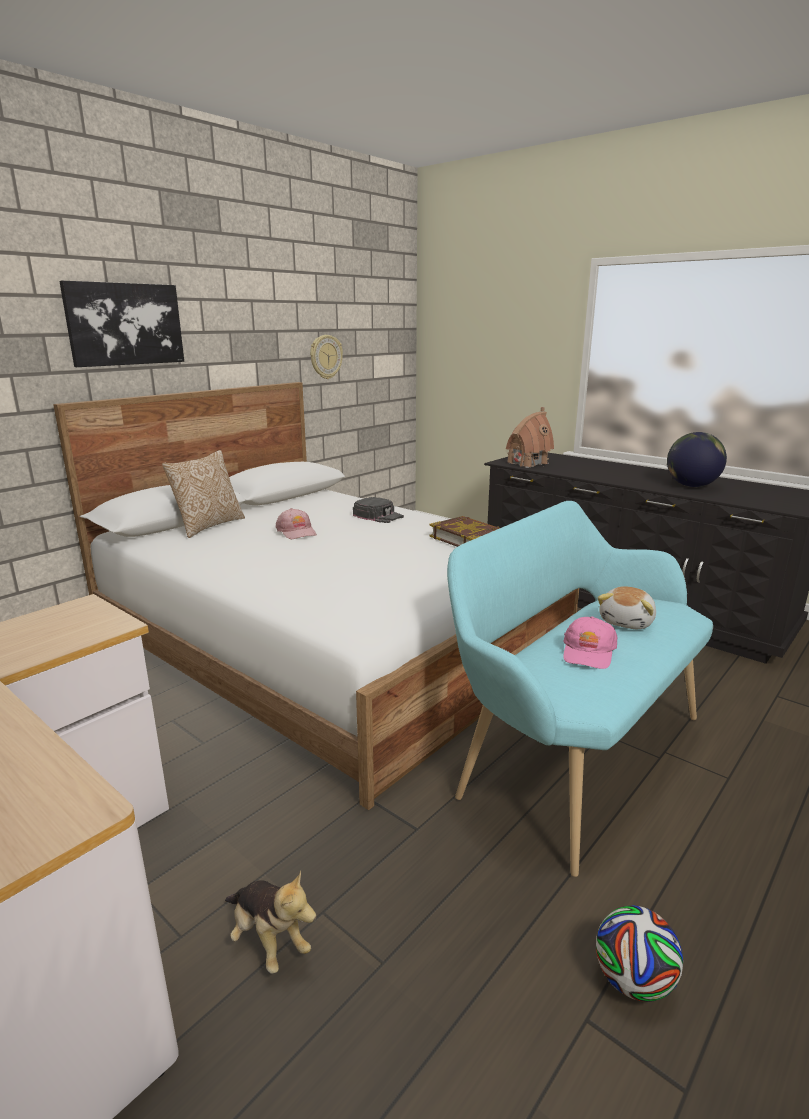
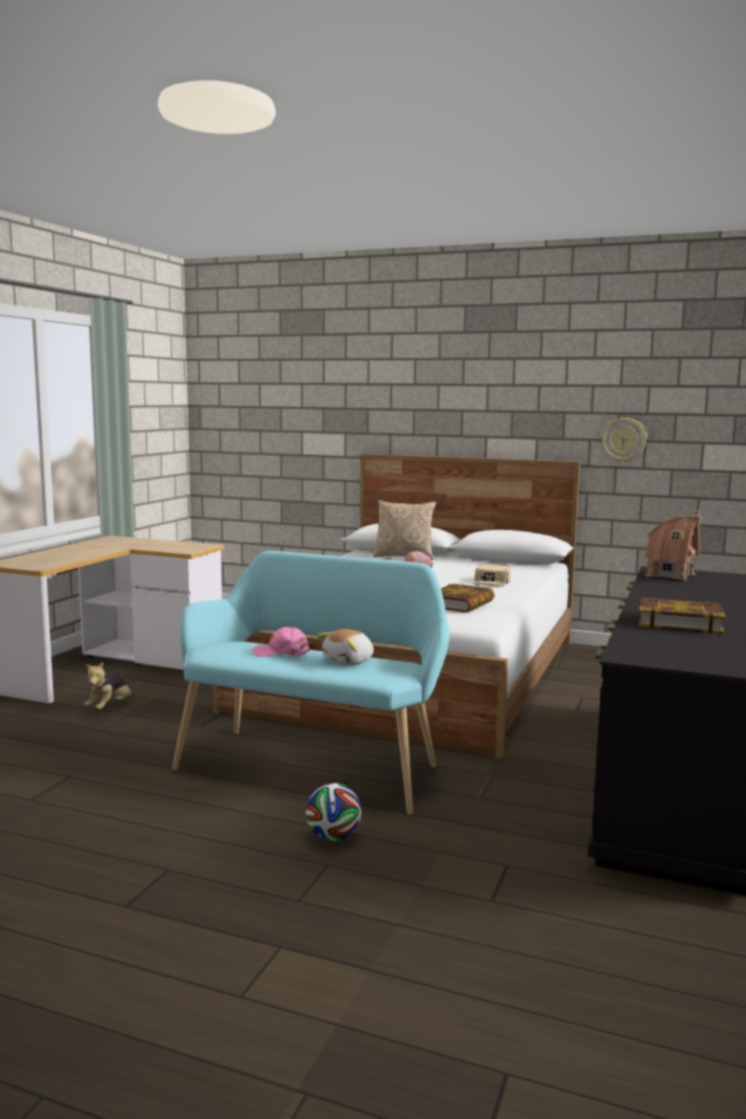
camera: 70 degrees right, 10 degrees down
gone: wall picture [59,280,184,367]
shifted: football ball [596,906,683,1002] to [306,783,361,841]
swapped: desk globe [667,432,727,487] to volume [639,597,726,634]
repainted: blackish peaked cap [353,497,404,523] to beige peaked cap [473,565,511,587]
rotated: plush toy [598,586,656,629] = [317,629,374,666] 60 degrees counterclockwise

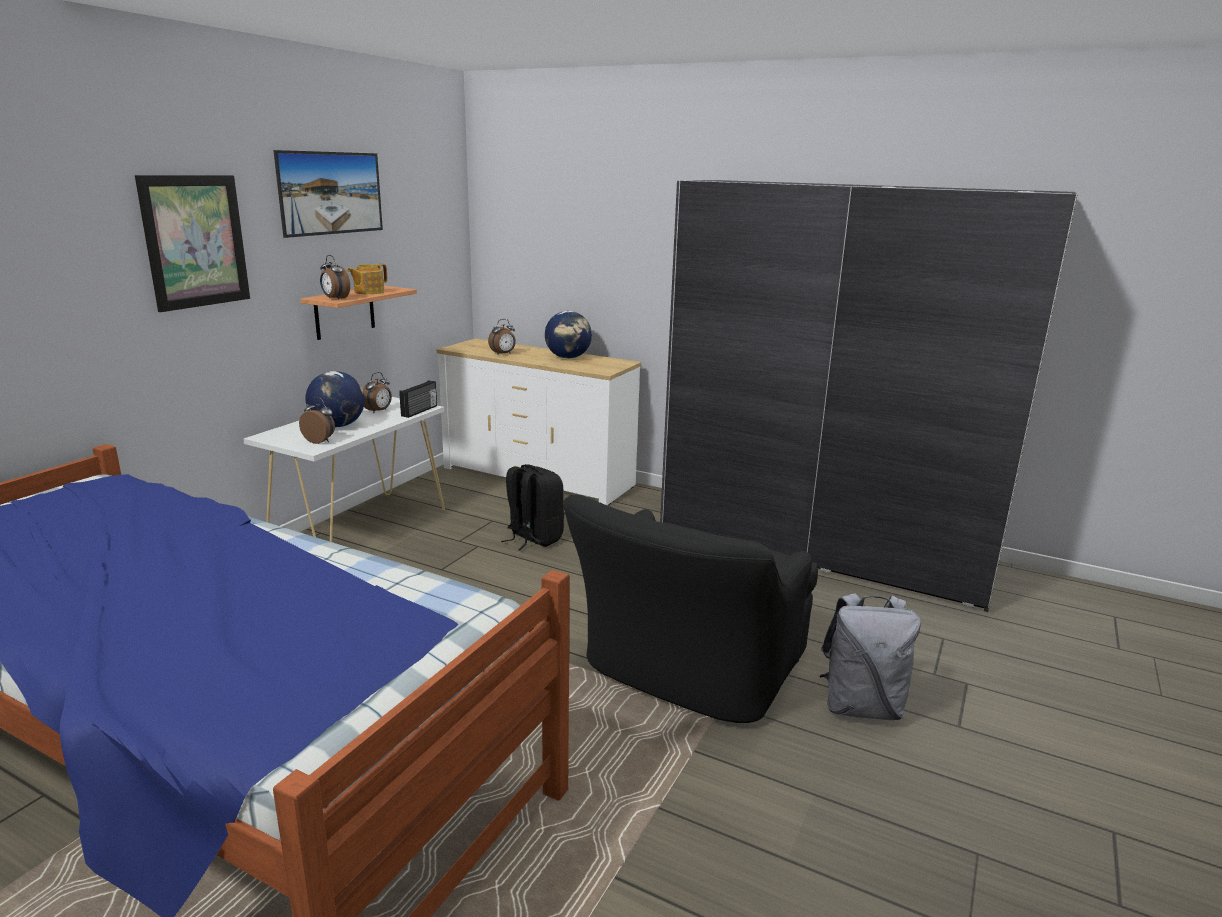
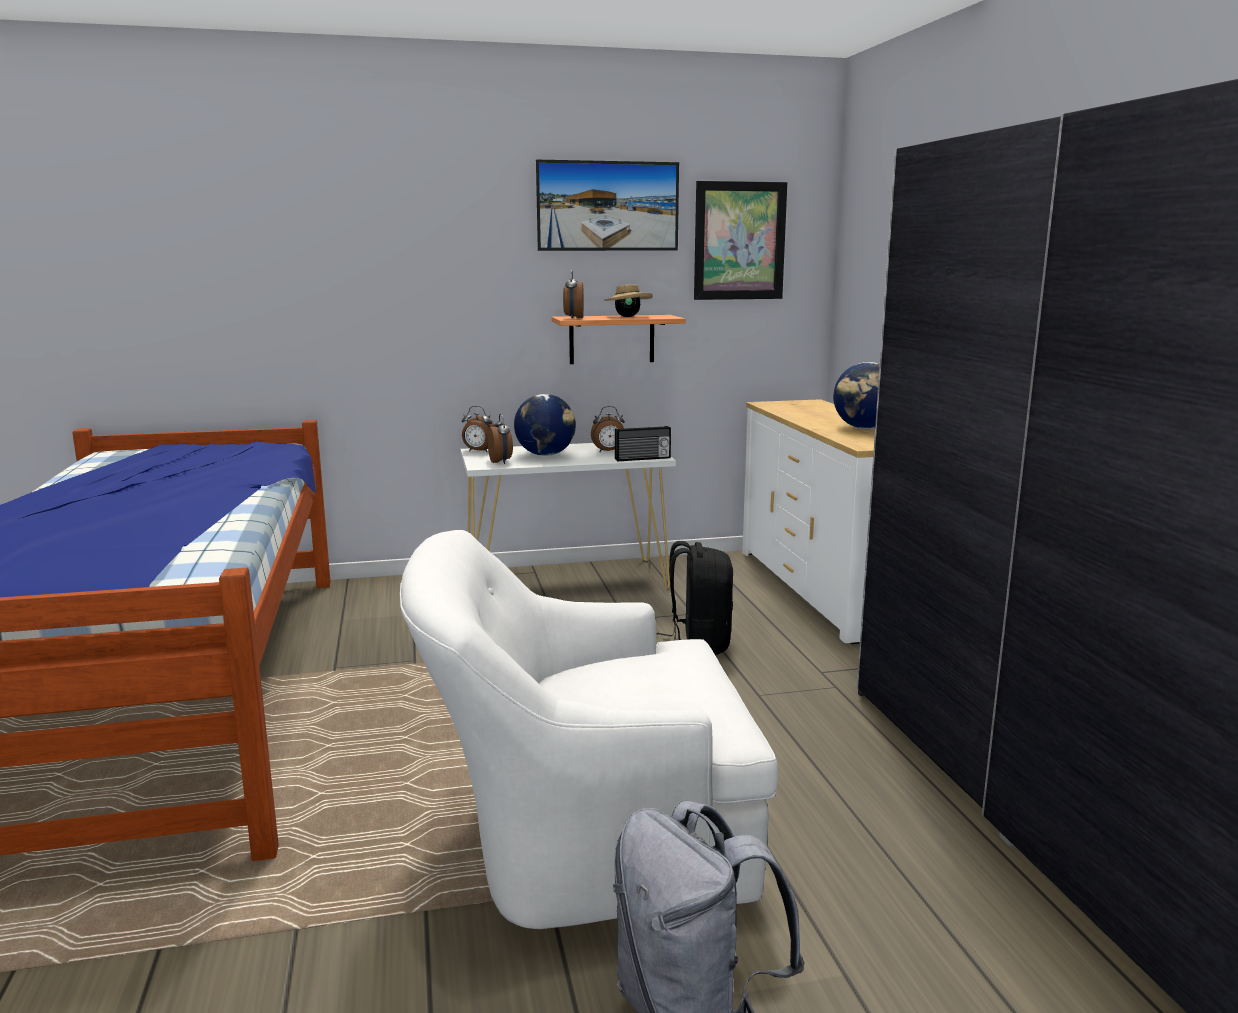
camera: 50 degrees right, 5 degrees down
shifted: wall picture [135,175,250,312] to [694,181,787,300]; bedside clock [488,319,516,355] to [462,406,494,452]
swapped: teapot [347,264,387,294] to beige clothing hat [604,284,653,317]
repainted: blackish armchair [563,495,818,723] to whitish armchair [400,530,778,929]

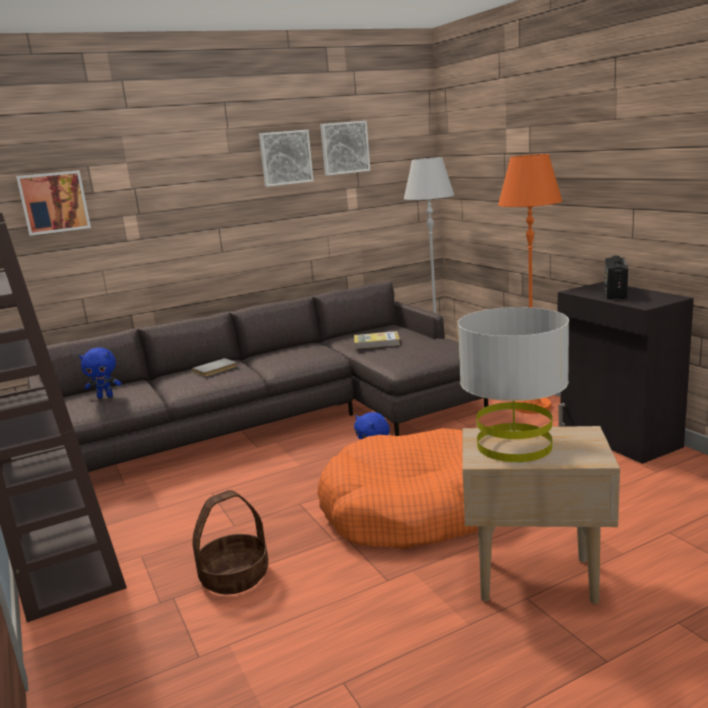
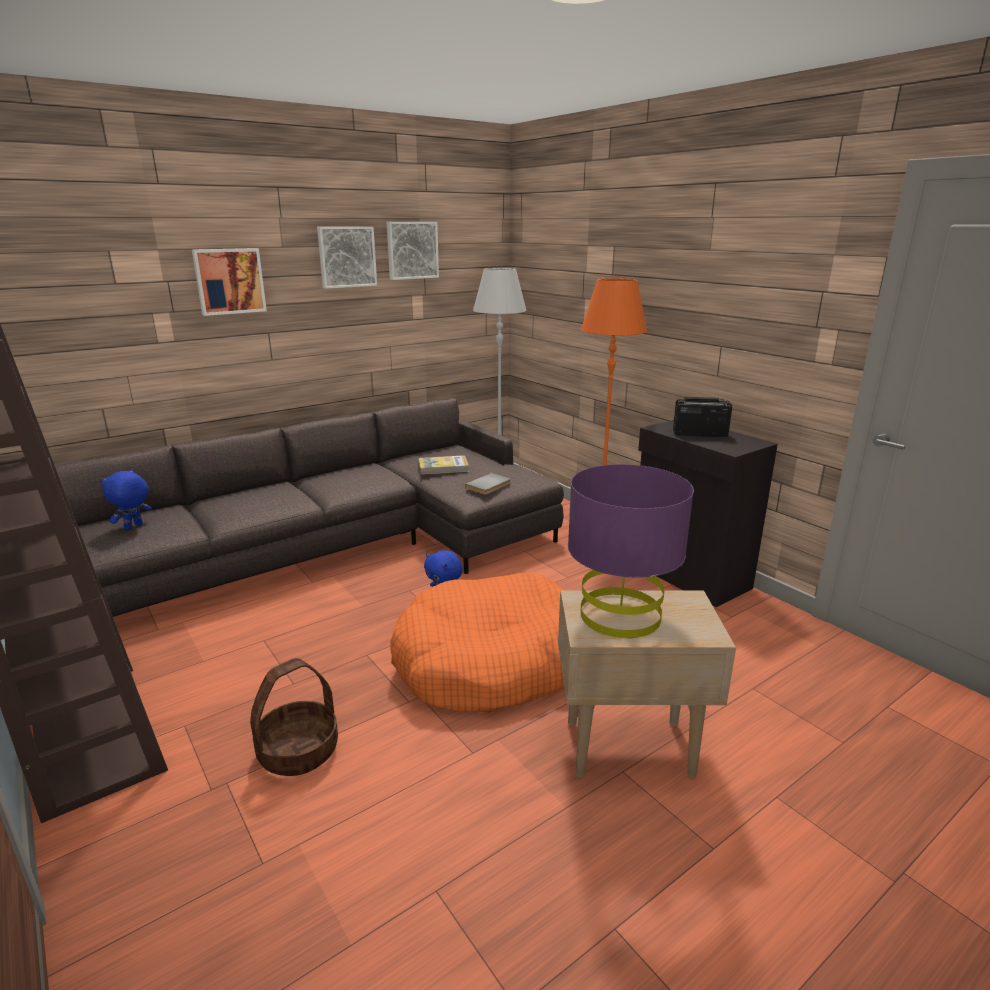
camera: 10 degrees left, 5 degrees up
shifted: wall picture [16,170,91,236] to [192,248,267,316]; grey volume [192,358,237,377] to [465,473,511,495]
repainted: grey table lamp [458,307,569,462] to purple table lamp [568,464,694,638]
rotated: radio set [605,255,628,299] = [673,397,732,437] 90 degrees clockwise; blue-coloured plush toy [79,348,121,398] = [100,469,152,530] 135 degrees clockwise

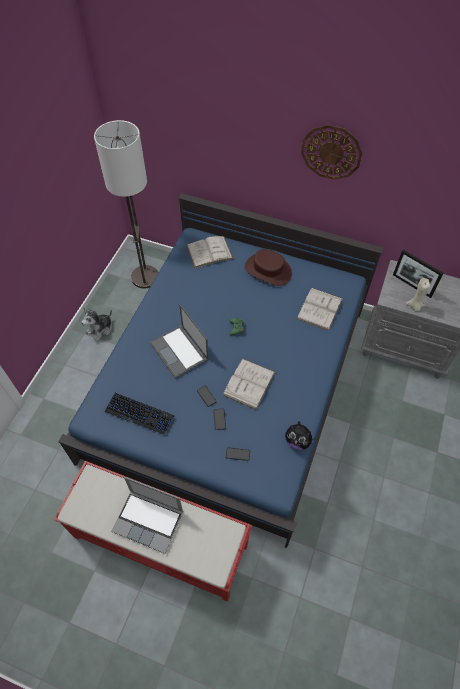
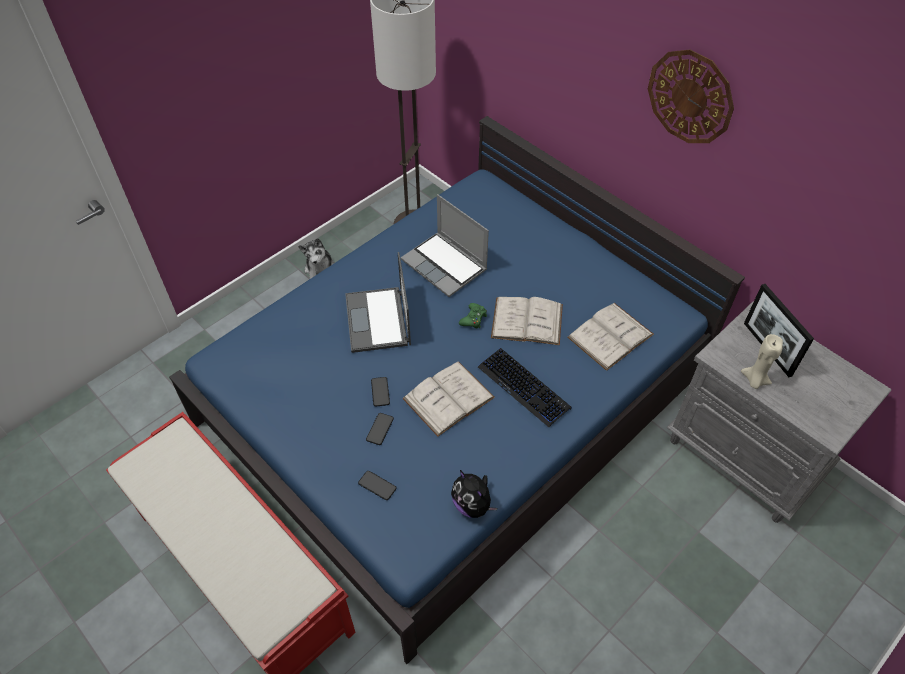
camera: 25 degrees right, 5 degrees down
gone: brown-coloured clothing hat [245,249,292,286]
shifted: whitish volume [186,236,233,268] to [491,297,563,345]; PC keyboard [104,393,174,435] to [478,348,572,427]; notebook computer [111,477,183,554] to [401,194,489,297]
rotated: plush toy [81,307,112,341] = [298,238,335,279] 75 degrees counterclockwise

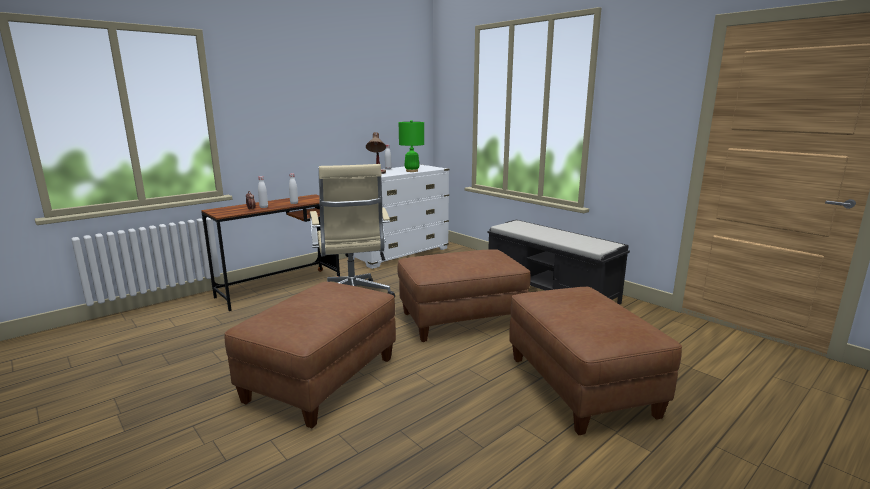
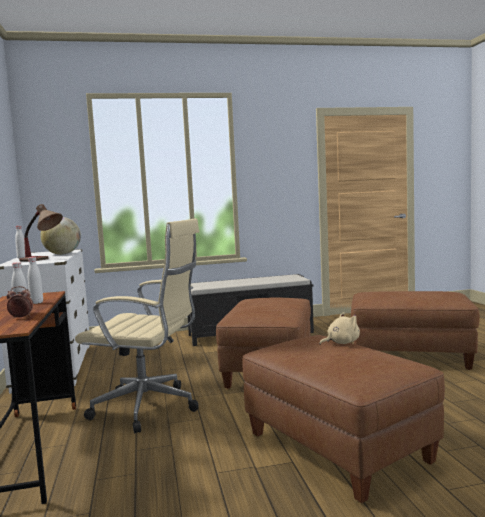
camera: 60 degrees left, 10 degrees down
new: beige plush toy [319,312,360,345]
swapped: green table lamp [399,120,424,172] to desk globe [40,217,81,255]

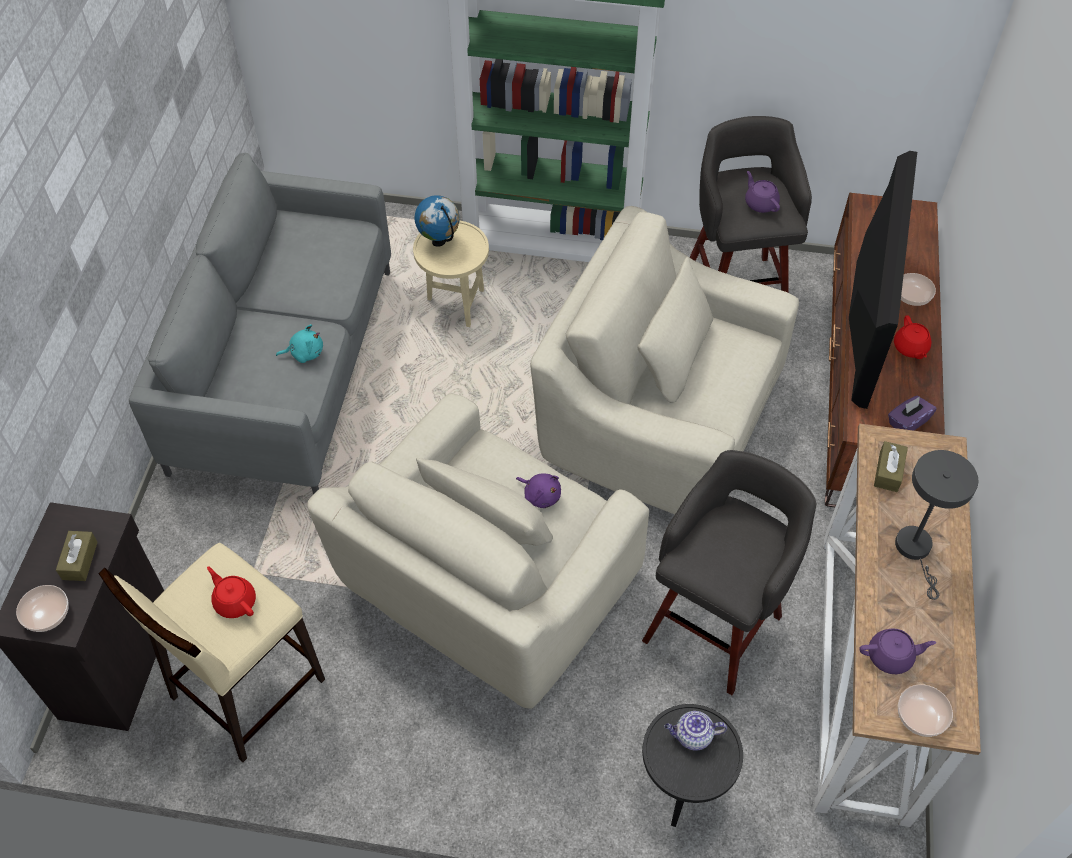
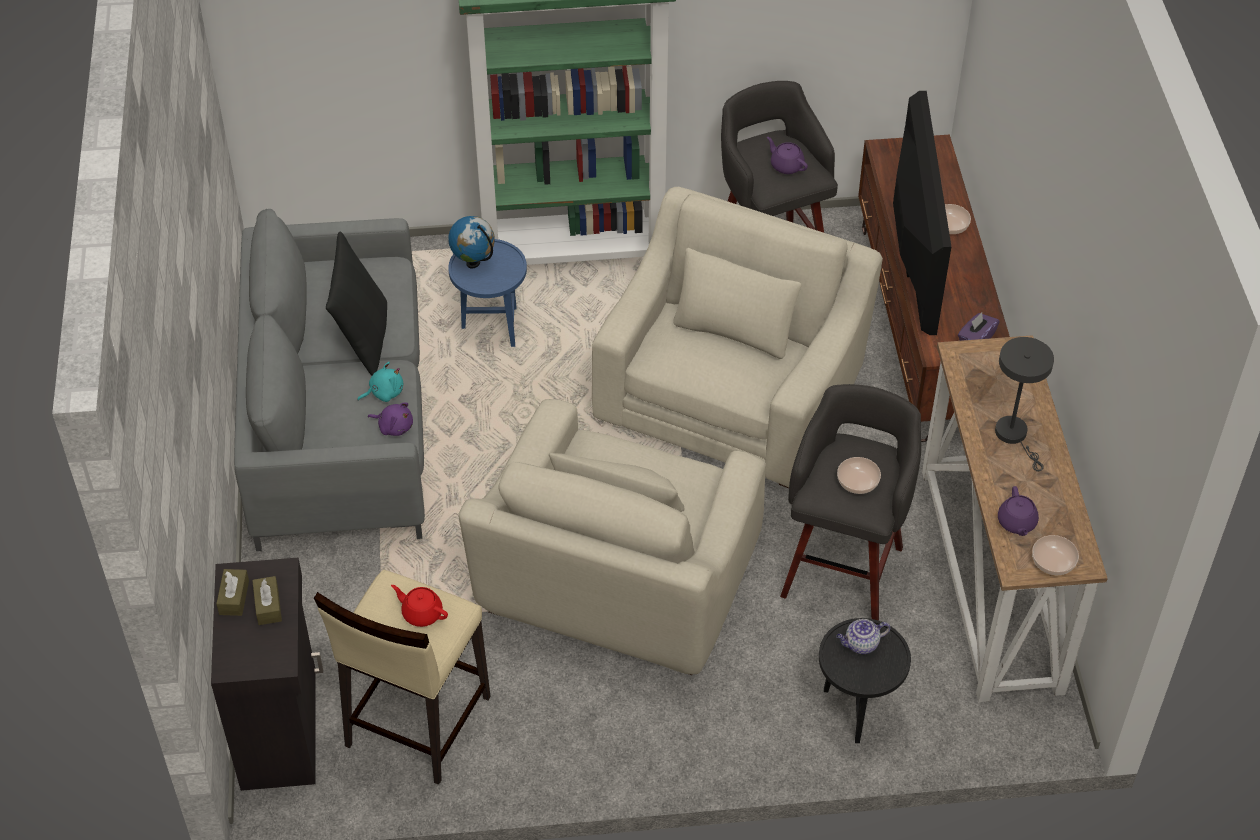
camera: 15 degrees left, 5 degrees down
gone: reddish teapot [894,315,931,359]
new: blackish throw pillow [326,231,387,375]
shifted: brown-coloured tissue box [874,441,908,492] to [216,569,249,616]; purple plush toy [516,473,561,508] to [368,402,413,436]; bowl [16,585,69,632] to [837,457,881,494]
repainted: beige accent table [413,221,489,327] to blue-coloured accent table [448,239,527,347]
rotated: beige armchair [530,206,799,515] = [592,187,883,488] 105 degrees clockwise; purple teapot [859,628,937,674] = [998,486,1039,536] 105 degrees clockwise

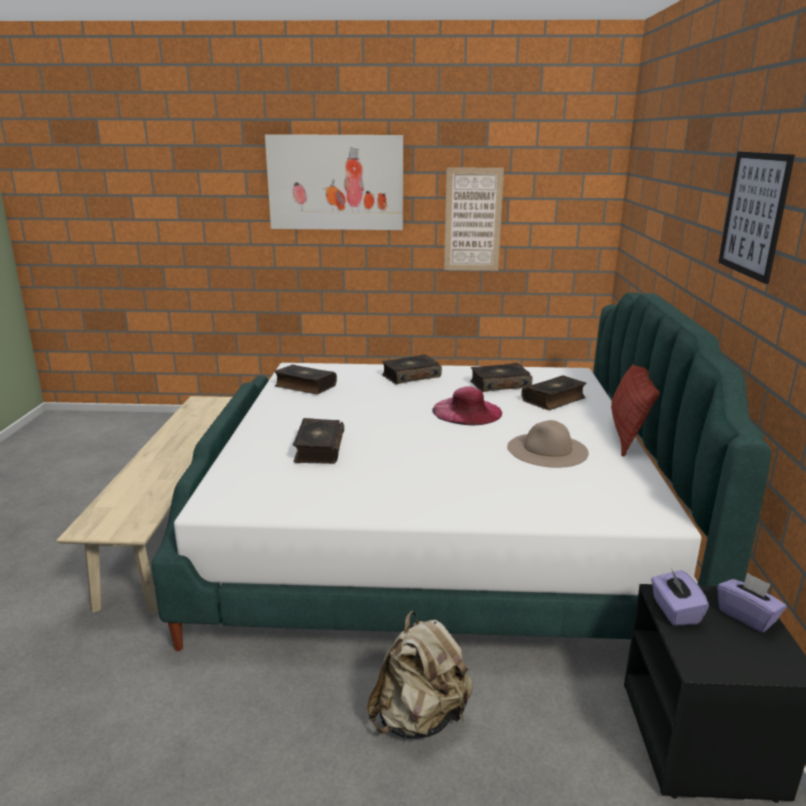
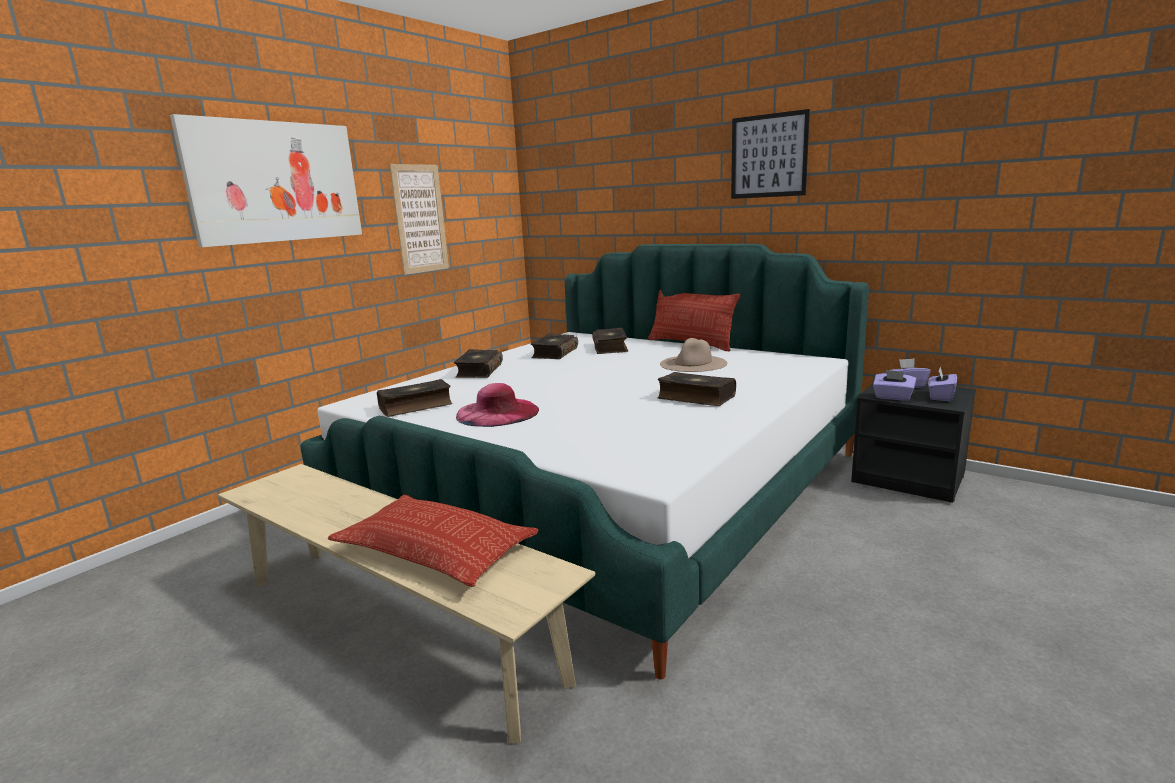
camera: 55 degrees left, 5 degrees down
gone: beige rucksack [367,611,473,738]
new: purple tissue box [928,366,957,401]; throw pillow [328,495,539,587]
shifted: pink-coloured clothing hat [432,386,502,425] to [456,383,539,427]; volume [293,418,344,464] to [657,372,736,406]

